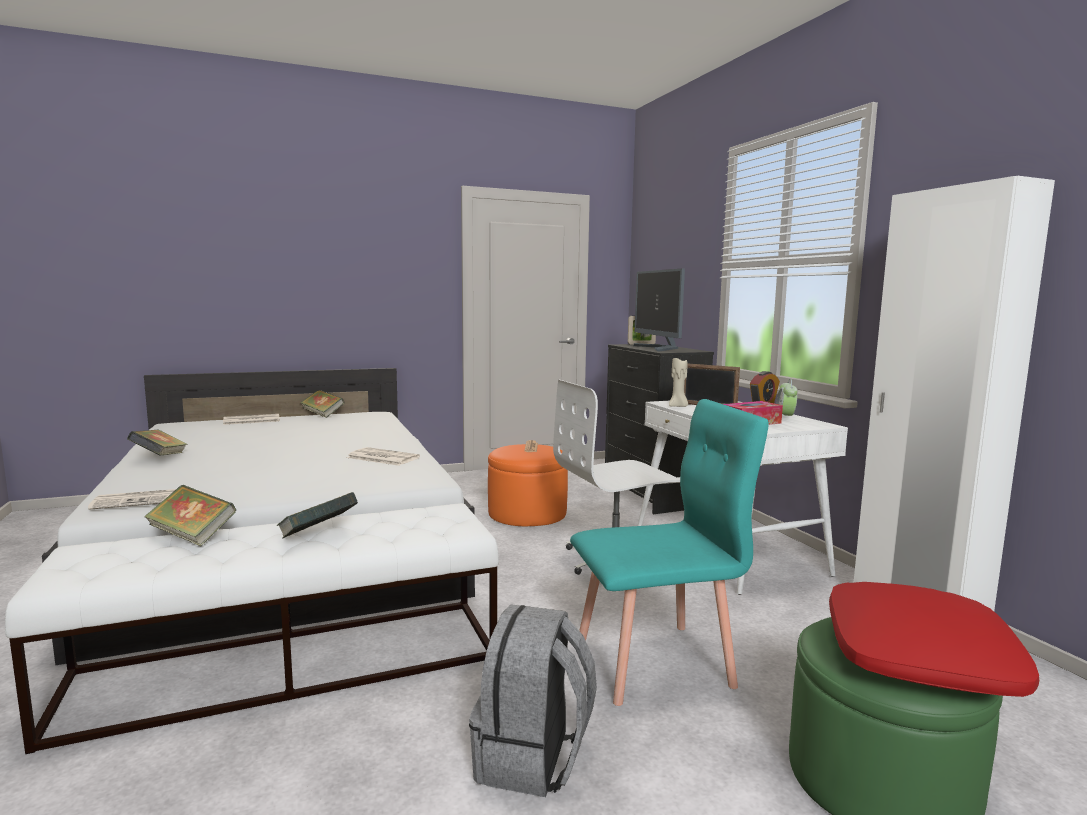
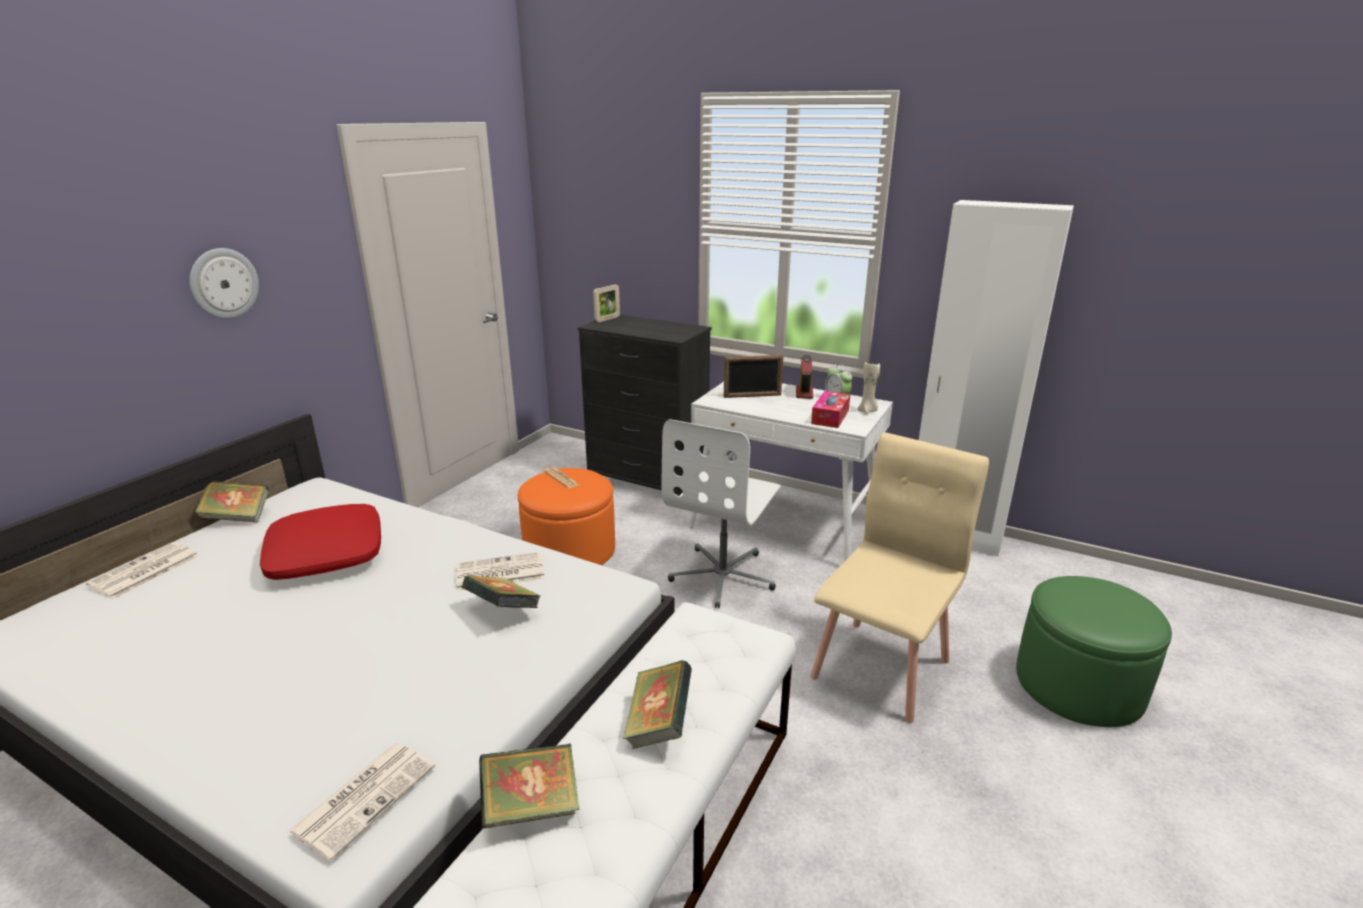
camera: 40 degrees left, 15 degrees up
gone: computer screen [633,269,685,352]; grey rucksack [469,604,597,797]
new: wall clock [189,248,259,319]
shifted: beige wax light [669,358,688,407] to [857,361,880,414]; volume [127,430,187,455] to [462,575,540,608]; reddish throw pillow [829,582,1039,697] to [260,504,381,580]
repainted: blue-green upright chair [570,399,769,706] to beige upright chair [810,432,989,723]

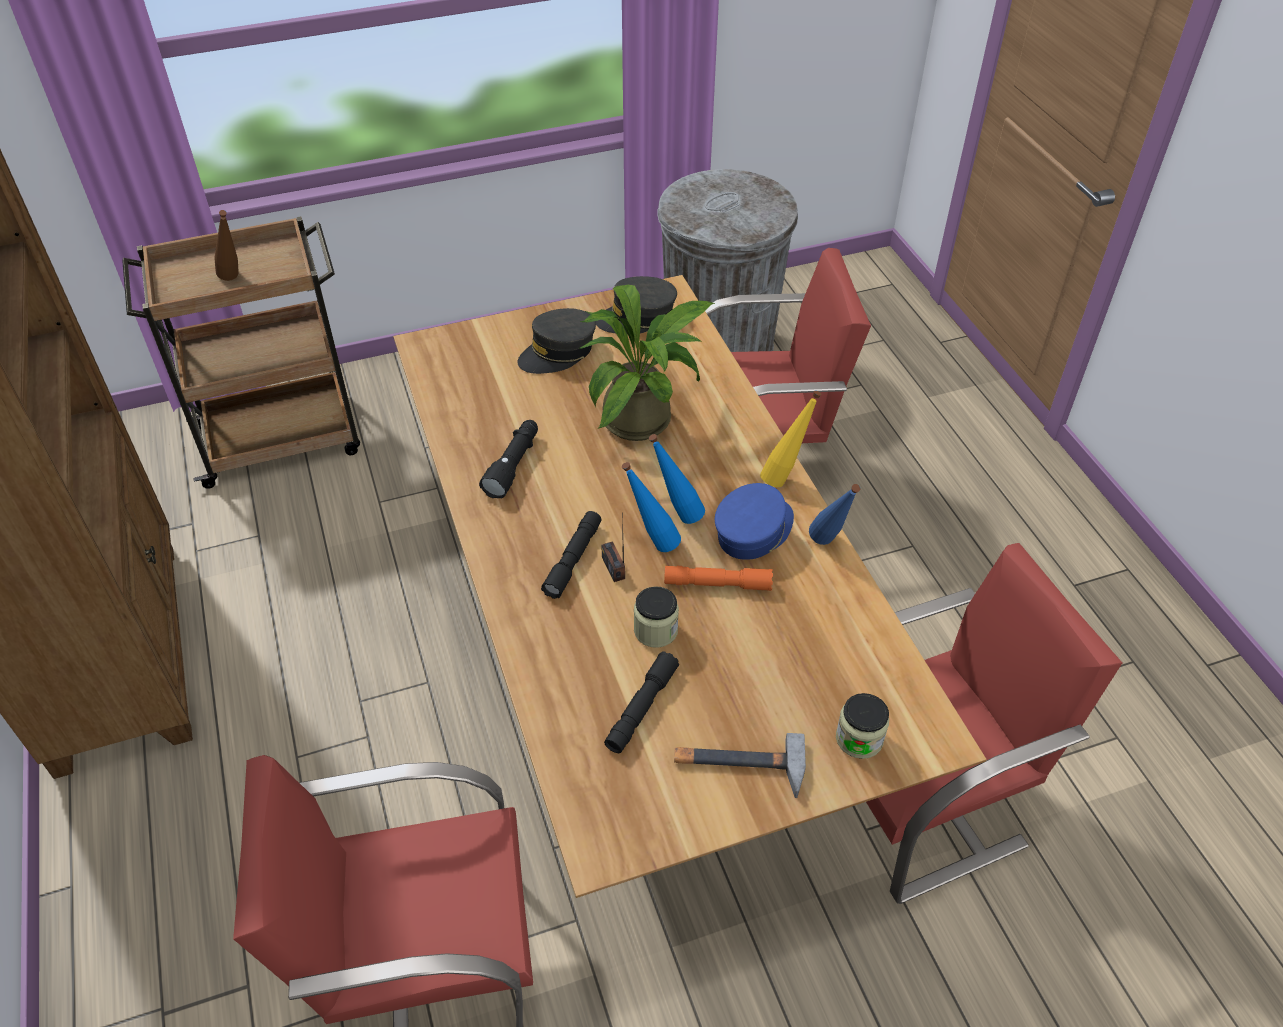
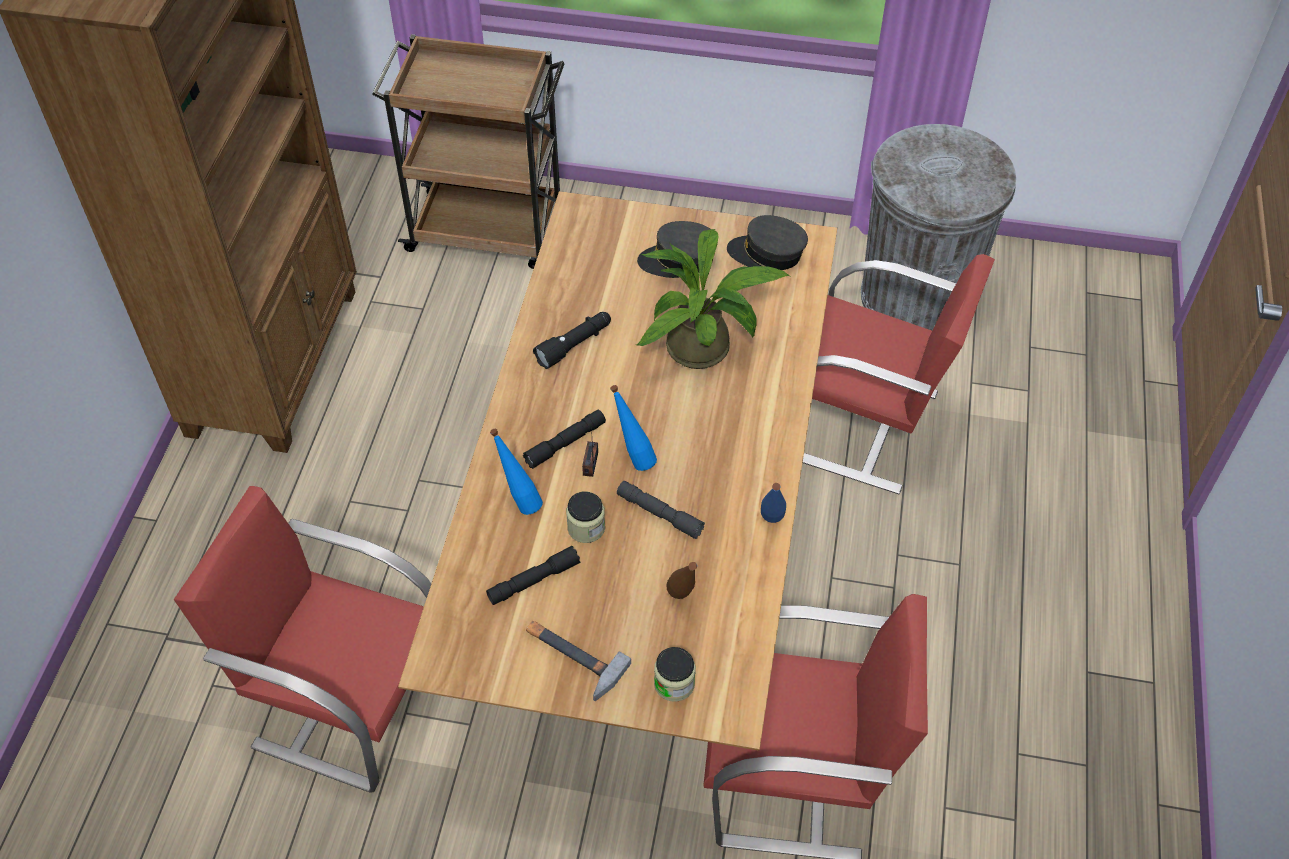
camera: 30 degrees right, 5 degrees up
gone: yellow-coloured bottle [760,390,821,487]; blue-coloured peaked cap [715,483,794,560]
shifted: brown-coloured bottle [214,210,239,281] to [666,562,697,599]; blue-coloured bottle [649,434,705,524] to [490,429,543,515]
repainted: orange hand torch [664,566,773,591] to grey hand torch [617,481,705,539]

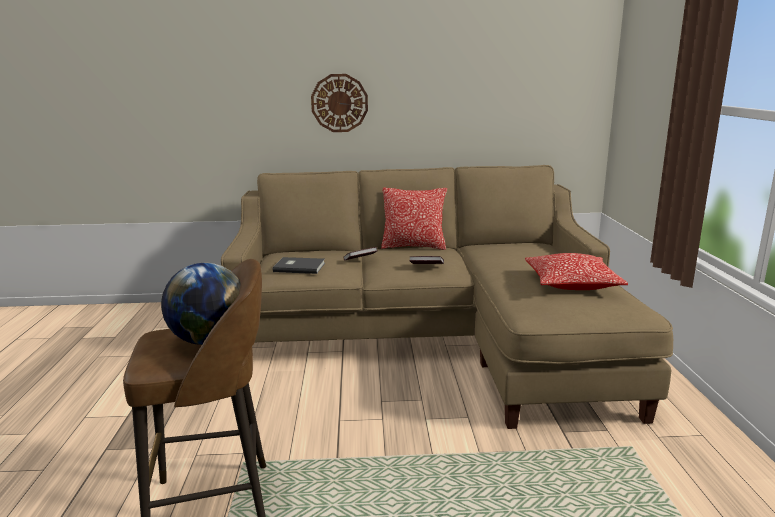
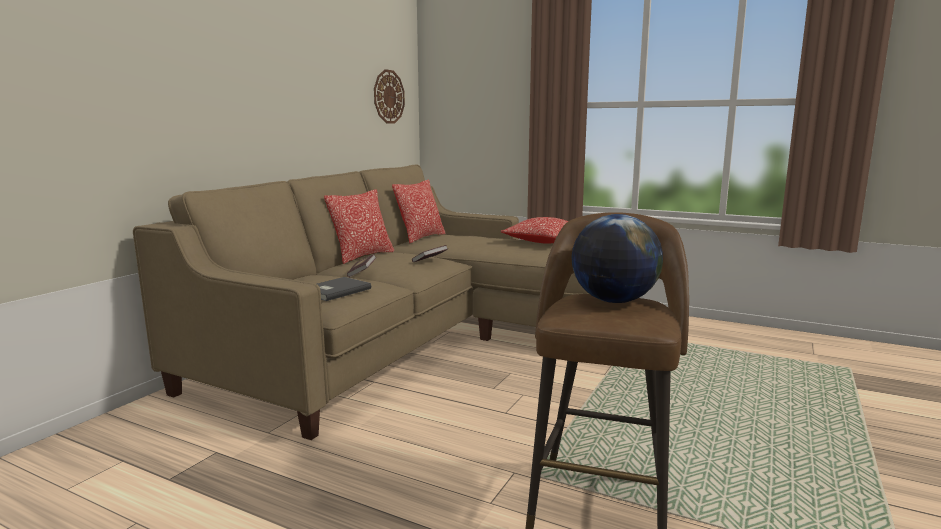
camera: 60 degrees left, 5 degrees down
new: throw pillow [392,180,446,243]
shifted: wall clock [311,74,368,132] to [374,69,405,123]

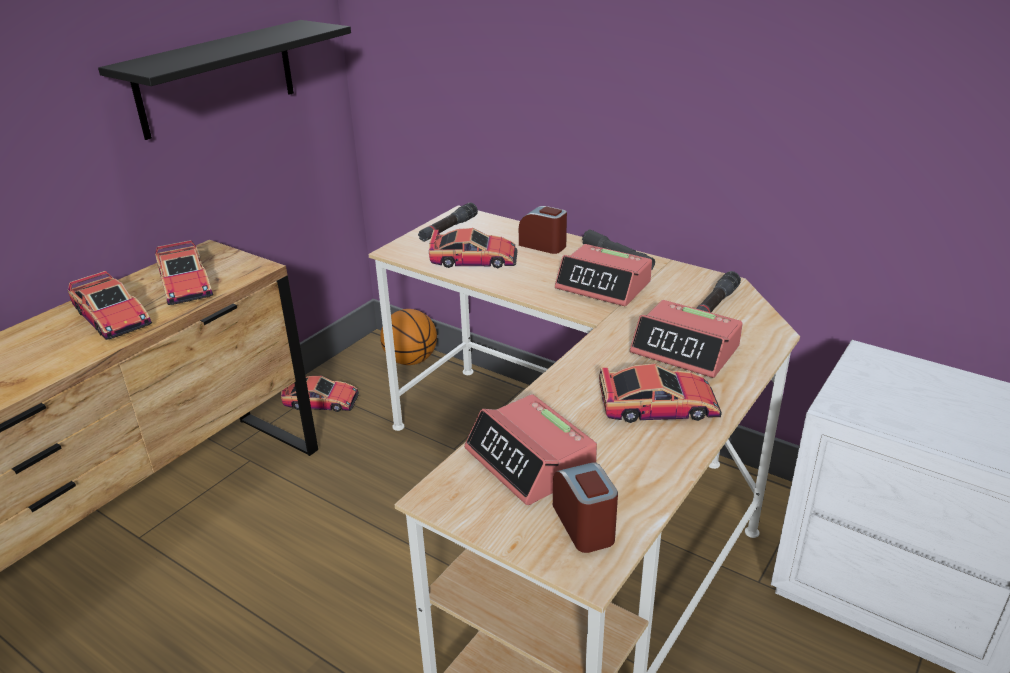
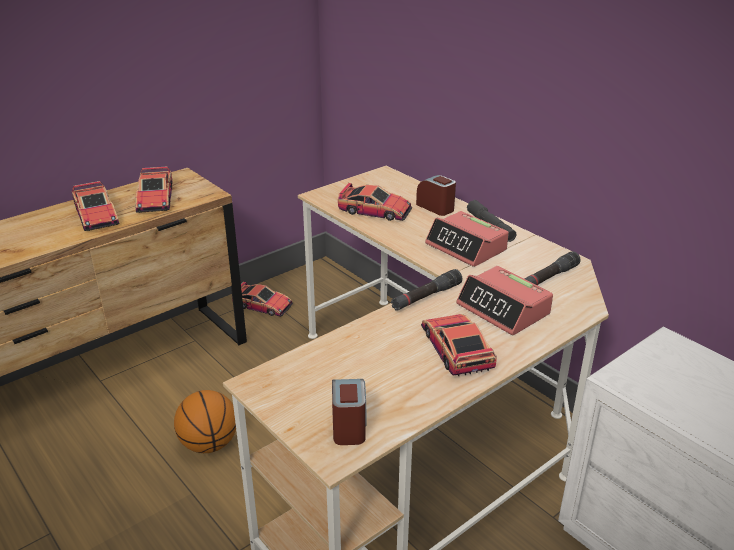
camera: 15 degrees right, 0 degrees up
gone: blackish shelf [98,20,351,140]; bedside clock [464,394,597,505]
shifted: blackish hand torch [418,202,478,242] to [391,269,462,310]; ball for basketball [380,309,437,365] to [174,390,236,453]
rotated: model car [599,363,722,423] = [421,314,497,376] 120 degrees counterclockwise

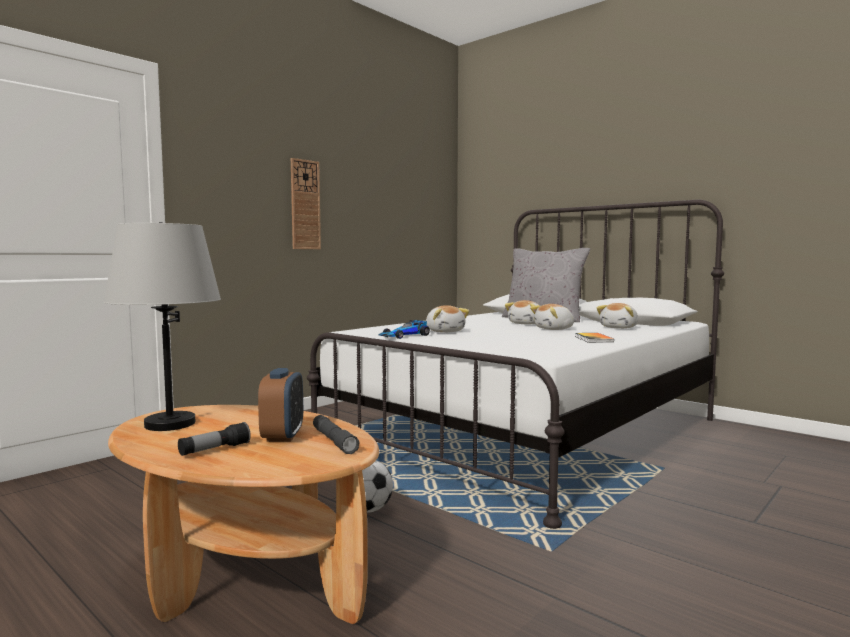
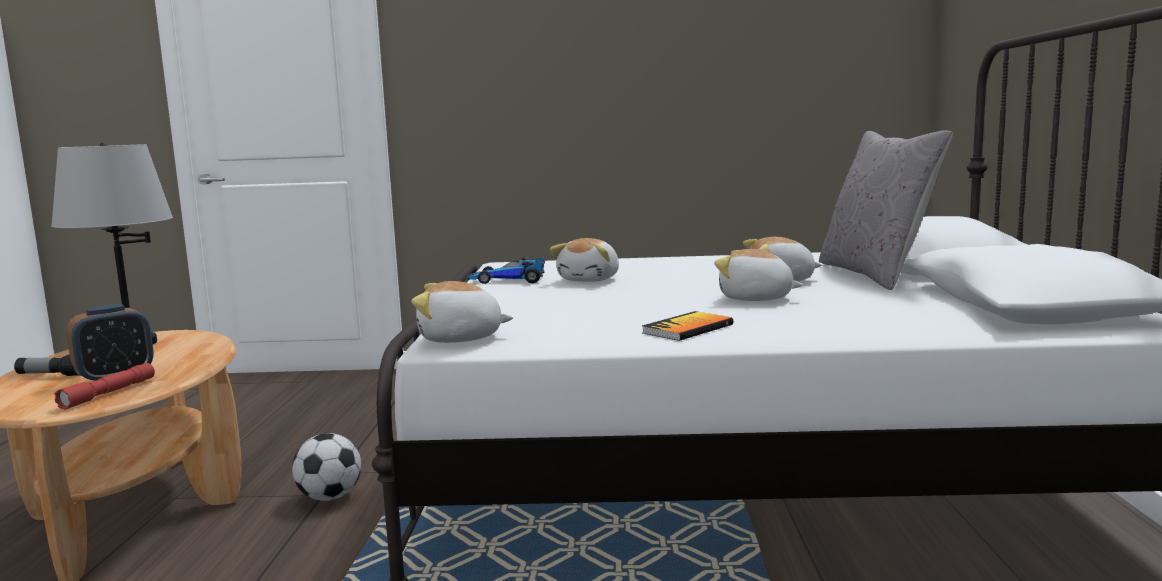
camera: 50 degrees right, 5 degrees up
gone: wall clock [291,158,321,249]
shifted: plush toy [597,303,638,329] to [412,281,513,343]
repainted: grey hand torch [313,415,360,454] to reddish hand torch [54,363,155,410]

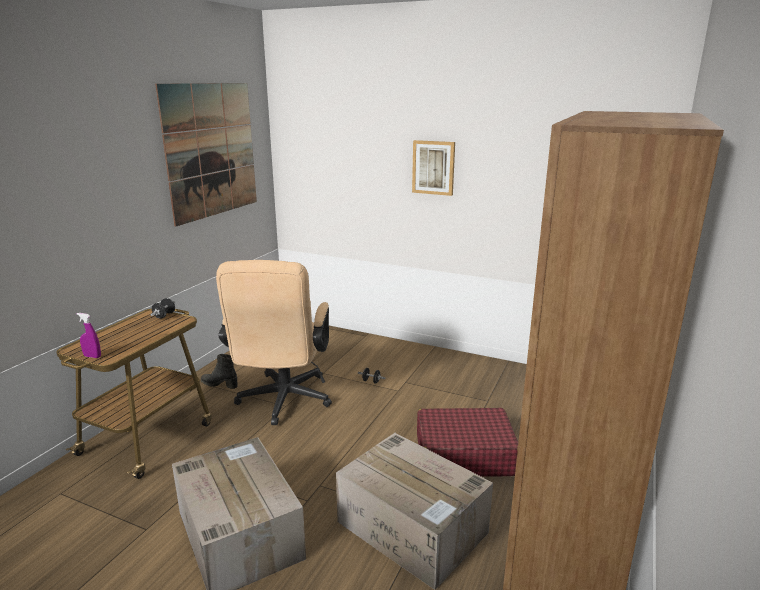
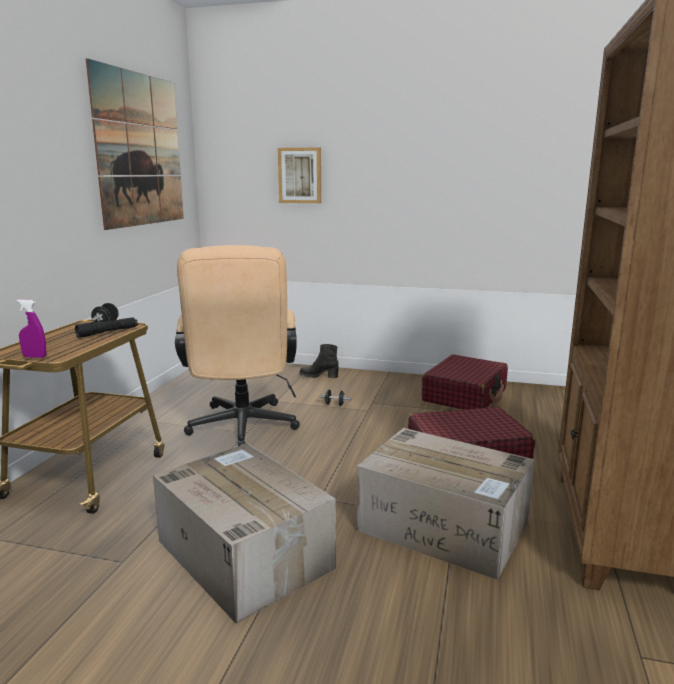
camera: 10 degrees left, 5 degrees down
new: blackish hand torch [75,317,138,338]; reddish piece of luggage [422,354,508,410]
shifted: wall picture [412,140,455,196] to [278,147,321,203]; blackish high-top boot [201,354,238,389] to [299,344,339,378]

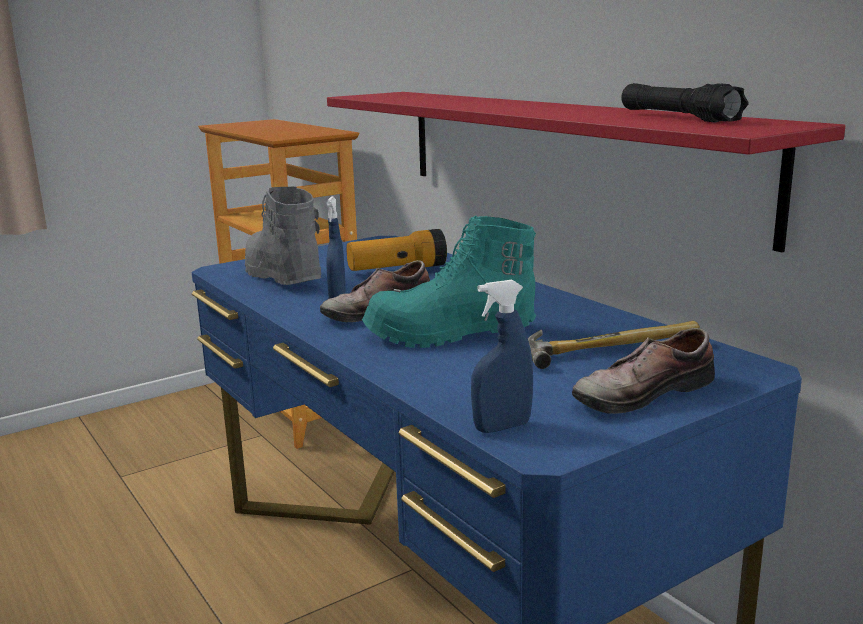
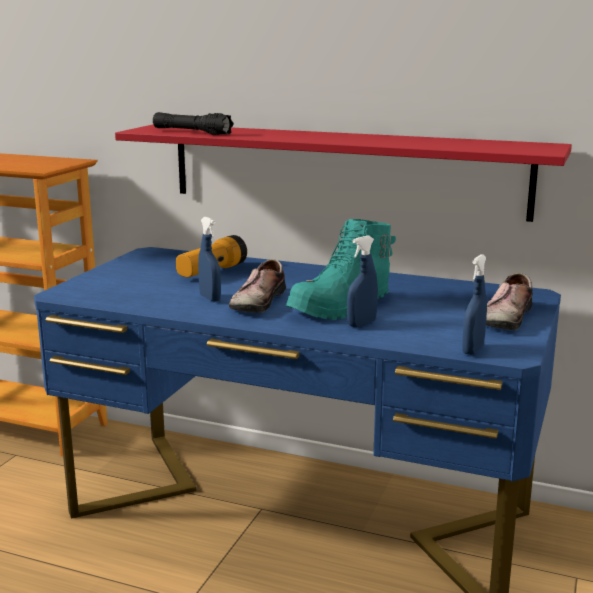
camera: 35 degrees left, 0 degrees up
gone: grey high-top boot [245,187,321,285]; hammer [528,321,700,369]
new: blue-coloured spray bottle [347,235,378,327]
shifted: blackish hand torch [621,83,749,123] to [153,112,234,135]

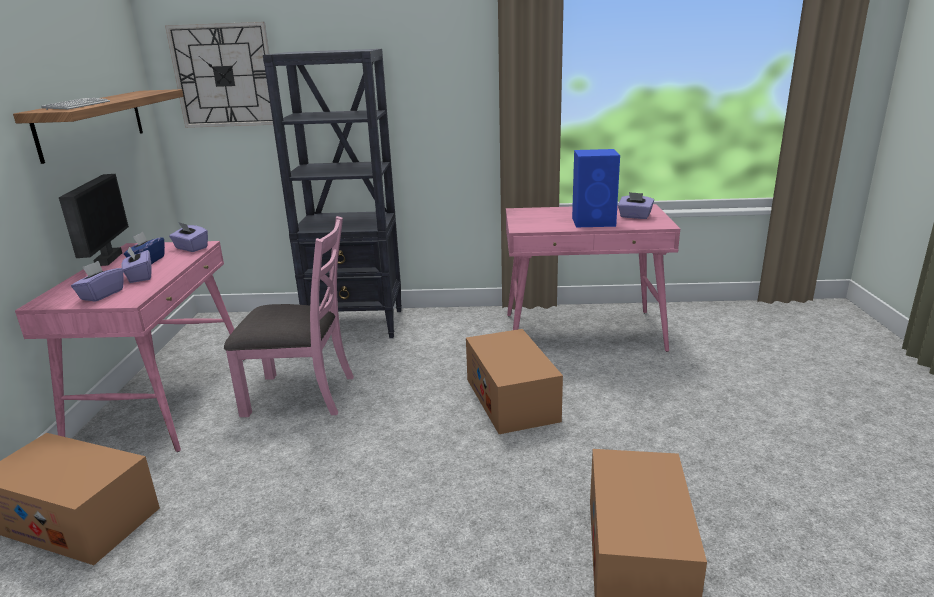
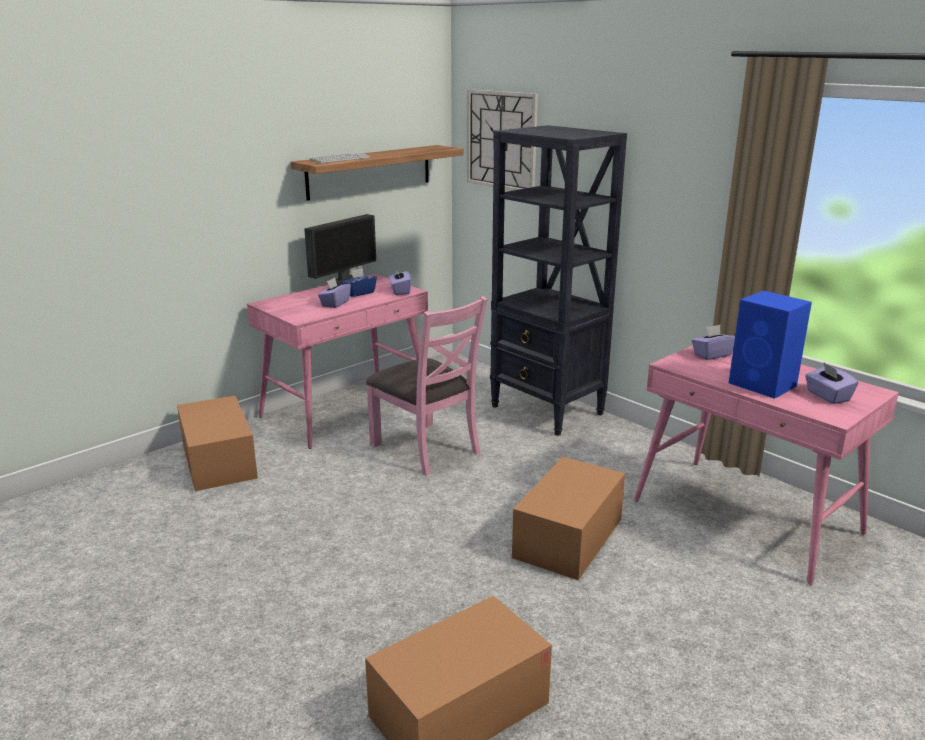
camera: 45 degrees right, 0 degrees up
shifted: purple tissue box [71,261,124,302] to [692,325,735,360]

